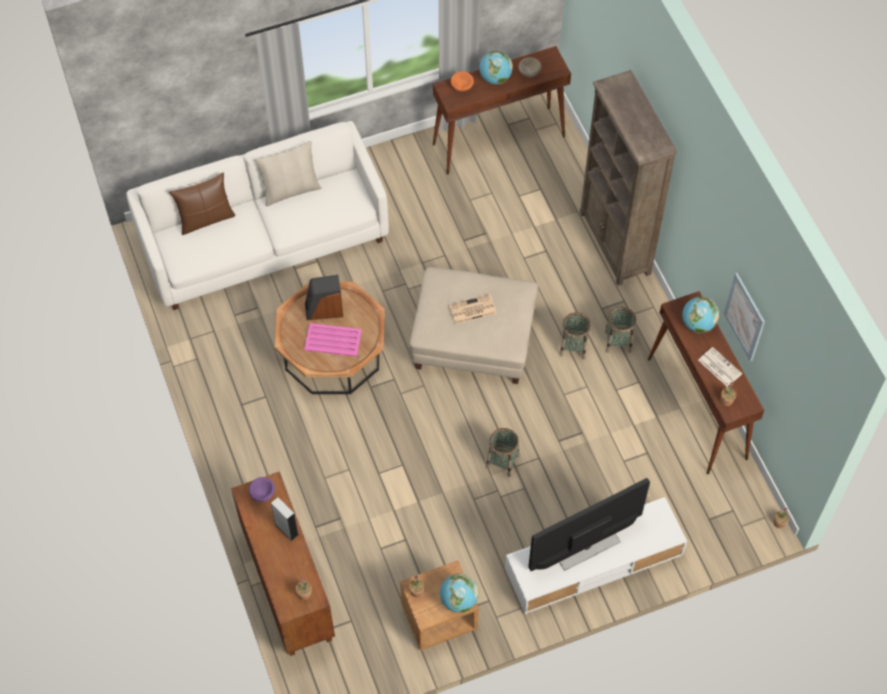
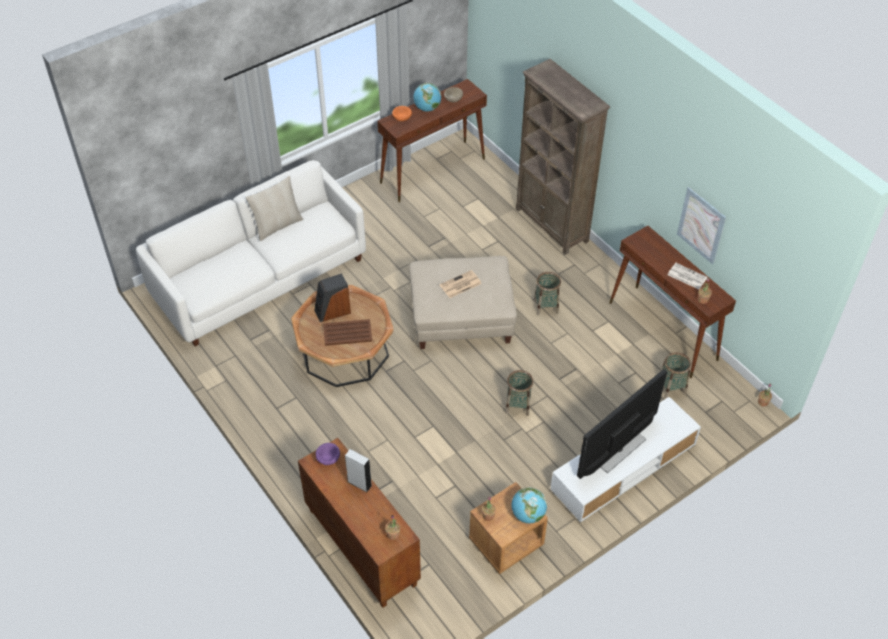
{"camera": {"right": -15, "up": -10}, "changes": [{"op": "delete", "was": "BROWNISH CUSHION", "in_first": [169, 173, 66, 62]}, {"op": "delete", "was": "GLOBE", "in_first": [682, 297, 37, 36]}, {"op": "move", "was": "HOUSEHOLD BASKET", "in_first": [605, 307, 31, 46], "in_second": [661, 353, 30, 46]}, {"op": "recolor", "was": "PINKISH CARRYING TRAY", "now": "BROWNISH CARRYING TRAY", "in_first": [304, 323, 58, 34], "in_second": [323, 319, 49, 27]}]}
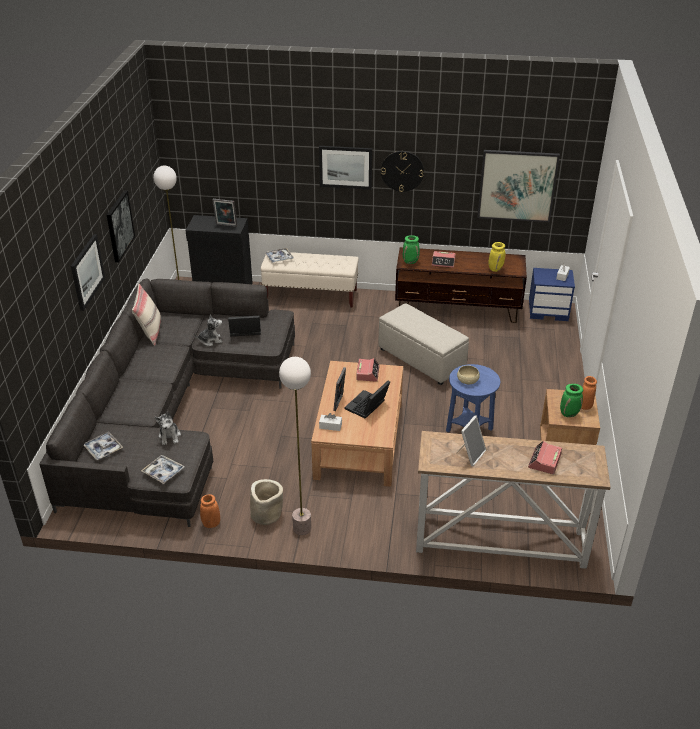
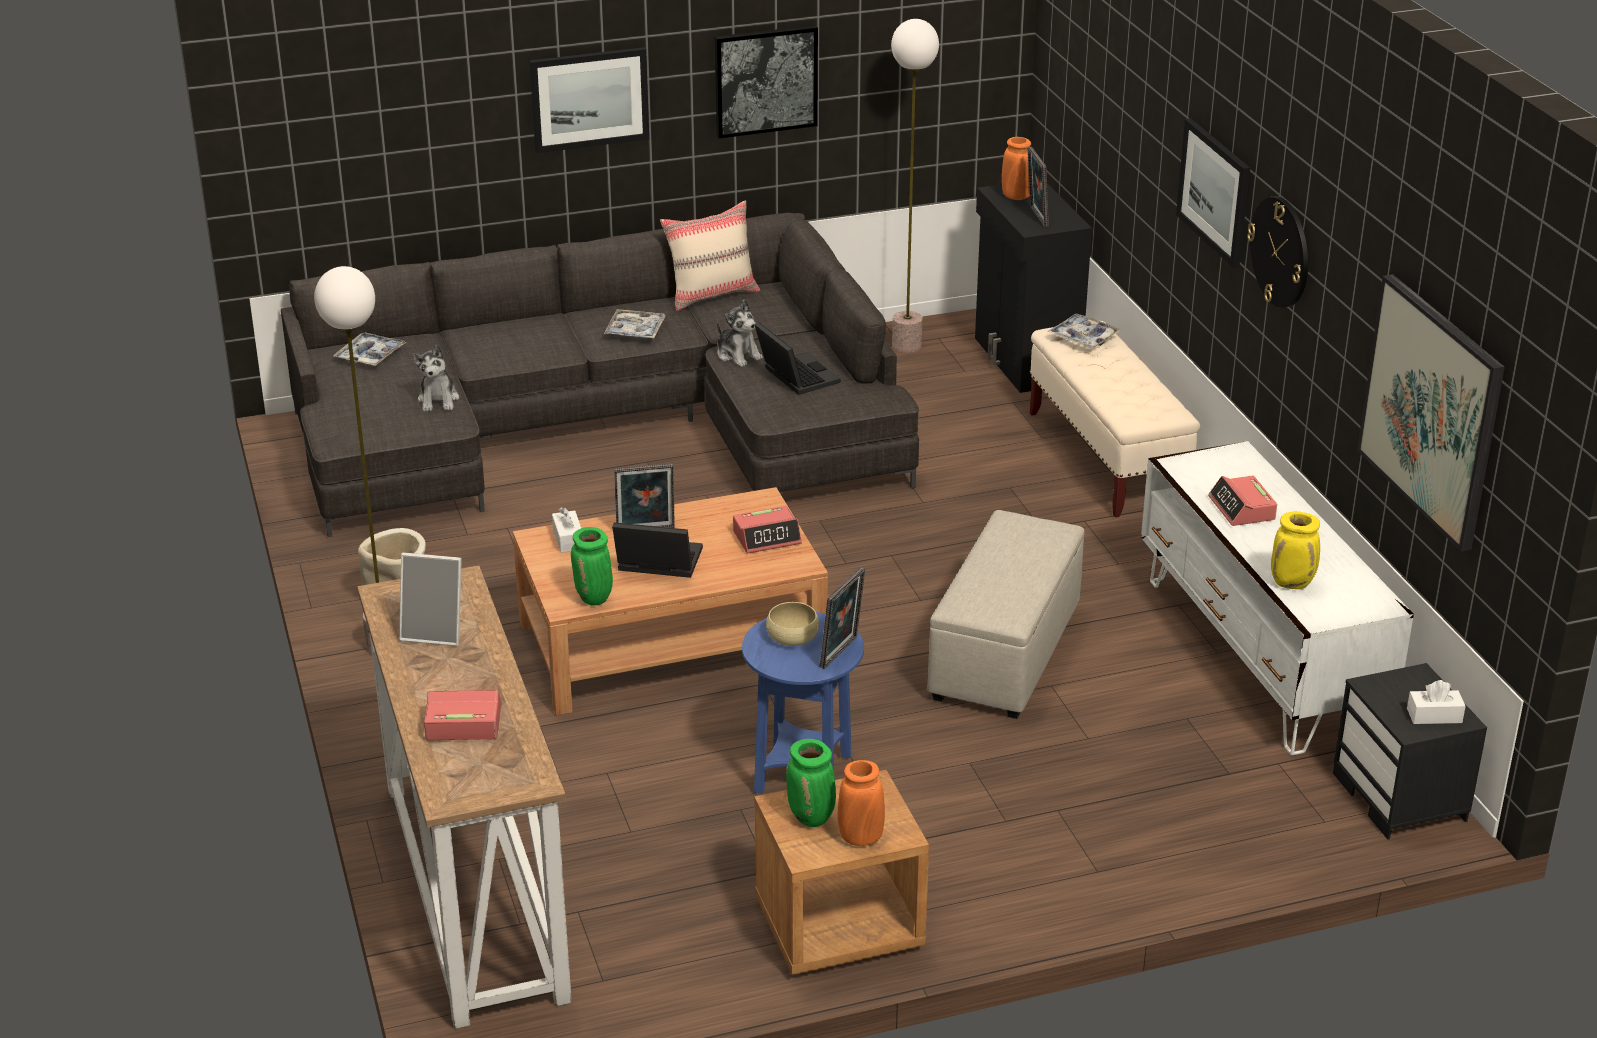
{"camera": {"right": 65, "up": -5}, "changes": [{"op": "insert", "now": "STANDING FRAME", "in_second": [820, 567, 45, 102]}, {"op": "move", "was": "CARRYING TRAY", "in_first": [141, 455, 44, 29], "in_second": [604, 309, 61, 29]}, {"op": "move", "was": "ORANGE DECORATIVE VASE", "in_first": [200, 494, 20, 34], "in_second": [1002, 137, 29, 63]}, {"op": "move", "was": "GREEN DECORATIVE VASE", "in_first": [403, 235, 17, 29], "in_second": [571, 527, 42, 79]}, {"op": "recolor", "was": "BROWNISH TV UNIT", "now": "WHITE TV UNIT", "in_first": [395, 247, 132, 76], "in_second": [1141, 441, 273, 314]}, {"op": "recolor", "was": "BLUISH NIGHTSTAND", "now": "BLACK-COLOURED NIGHTSTAND", "in_first": [529, 268, 46, 53], "in_second": [1333, 663, 154, 177]}, {"op": "rotate", "was": "PLUSH TOY", "in_first": [155, 412, 26, 33], "in_second": [412, 345, 47, 67], "clockwise": -60}]}
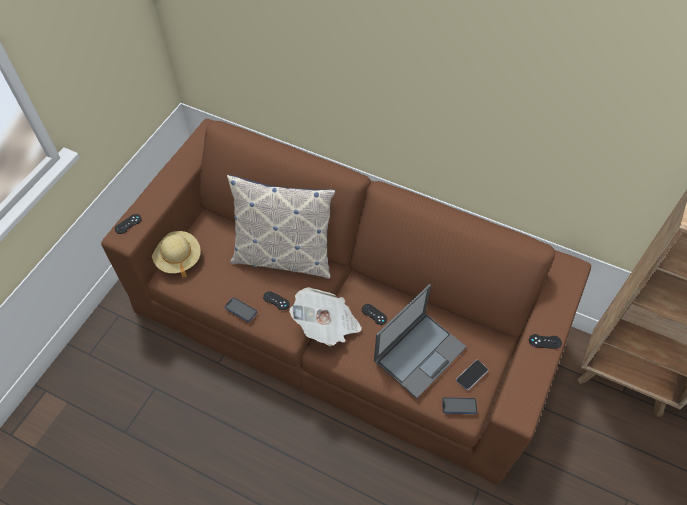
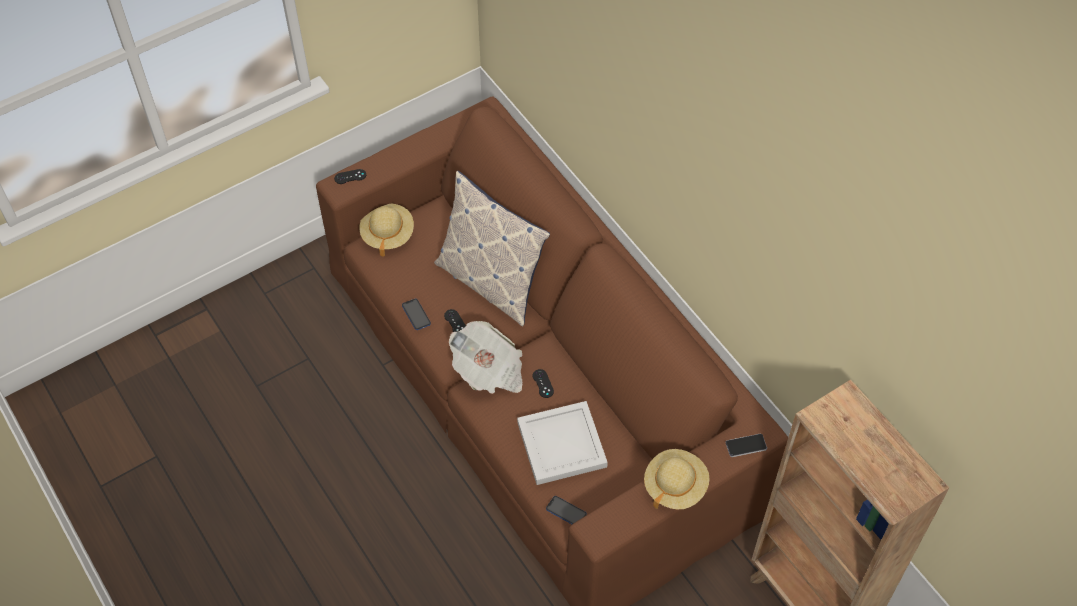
{"camera": {"right": 30, "up": 0}, "changes": [{"op": "move", "was": "PHONE", "in_first": [456, 360, 32, 30], "in_second": [725, 434, 42, 23]}, {"op": "replace", "was": "LAPTOP", "now": "WHITE CARRYING TRAY", "in_first": [374, 284, 93, 115], "in_second": [517, 401, 91, 84]}, {"op": "replace", "was": "BLACK-COLOURED GAME CONTROLLER", "now": "BEIGE WEARABLE HAT", "in_first": [529, 334, 33, 15], "in_second": [644, 449, 66, 60]}]}
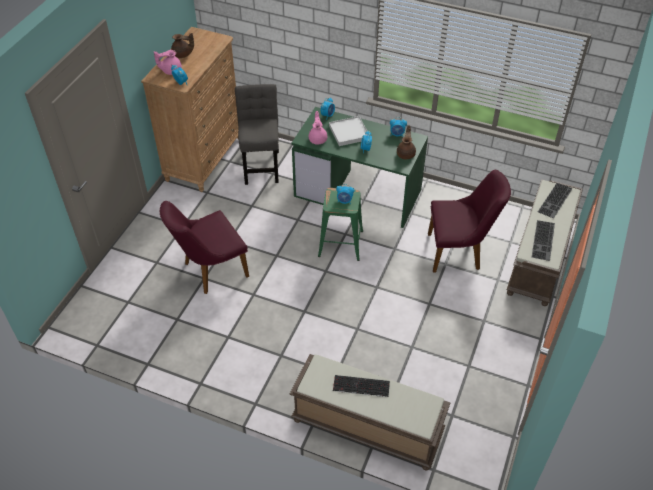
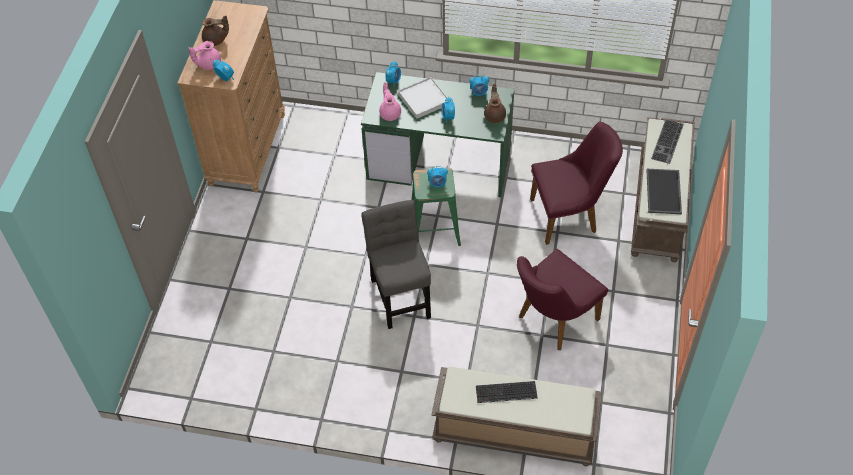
{"camera": {"right": -10, "up": 5}, "changes": [{"op": "move", "was": "PURPLE-COLOURED UPRIGHT CHAIR", "in_first": [160, 201, 89, 93], "in_second": [517, 249, 91, 101]}, {"op": "move", "was": "GREY UPRIGHT CHAIR", "in_first": [235, 84, 44, 101], "in_second": [361, 200, 70, 129]}, {"op": "replace", "was": "KEYBOARD", "now": "CARRYING TRAY", "in_first": [532, 220, 23, 41], "in_second": [647, 169, 35, 45]}]}
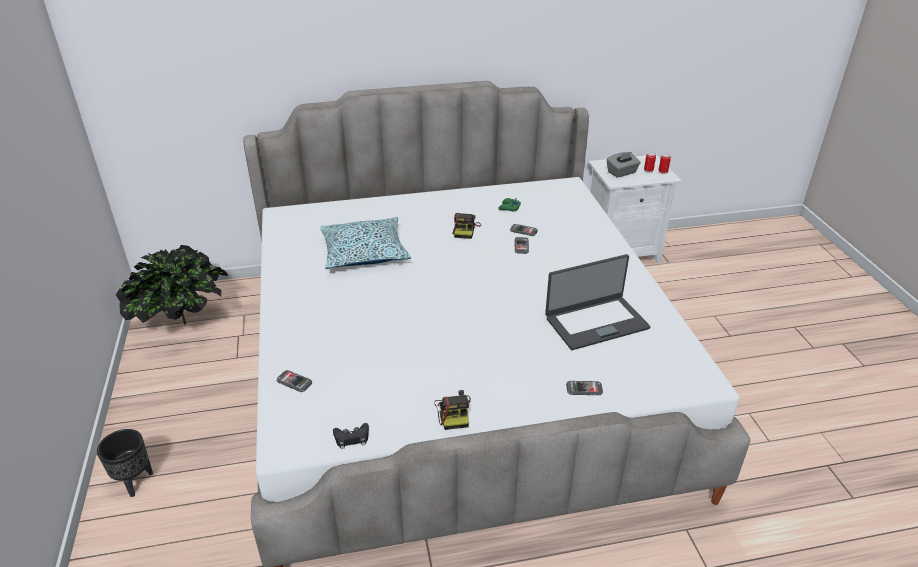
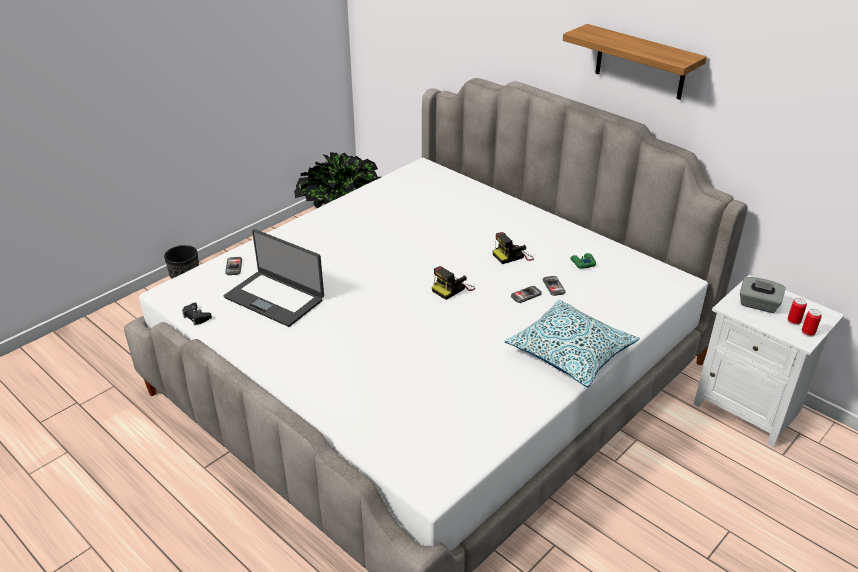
{"camera": {"right": 55, "up": 0}, "changes": [{"op": "delete", "was": "PHONE", "in_first": [566, 381, 37, 14]}, {"op": "insert", "now": "BRACKET SHELF", "in_second": [563, 24, 144, 76]}, {"op": "move", "was": "CUSHION", "in_first": [320, 217, 91, 52], "in_second": [505, 300, 135, 88]}, {"op": "move", "was": "STILL CAMERA", "in_first": [434, 390, 37, 40], "in_second": [432, 266, 43, 34]}, {"op": "move", "was": "LAPTOP", "in_first": [545, 254, 105, 96], "in_second": [224, 229, 100, 98]}]}
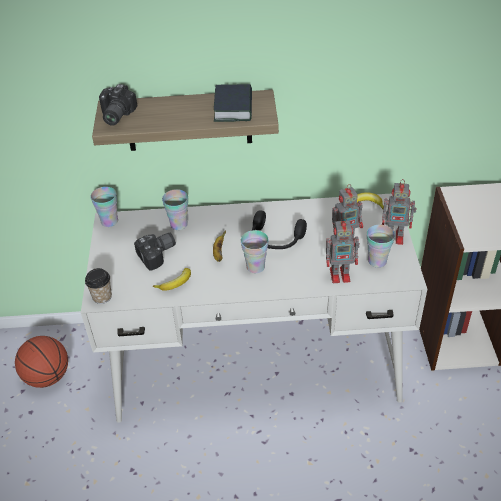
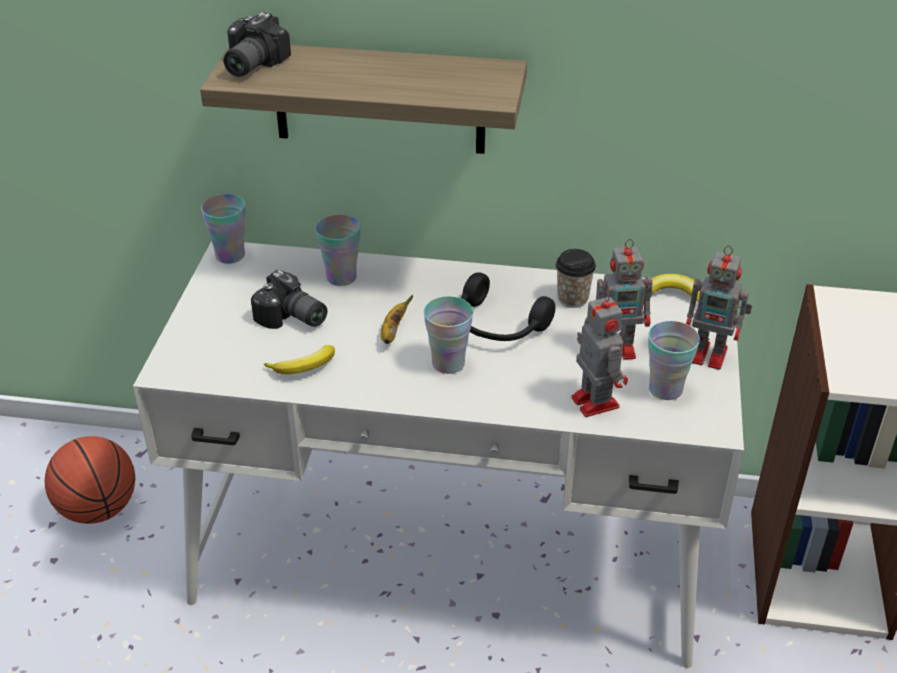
{"camera": {"right": 10, "up": -5}, "changes": [{"op": "delete", "was": "BOUND BOOK", "in_first": [214, 84, 38, 38]}, {"op": "move", "was": "CUP", "in_first": [85, 268, 27, 36], "in_second": [556, 249, 40, 59]}, {"op": "rotate", "was": "STILL CAMERA", "in_first": [134, 233, 42, 38], "in_second": [251, 270, 76, 59], "clockwise": 60}, {"op": "rotate", "was": "MODEL ROBOT", "in_first": [326, 217, 34, 66], "in_second": [572, 291, 56, 126], "clockwise": -120}]}
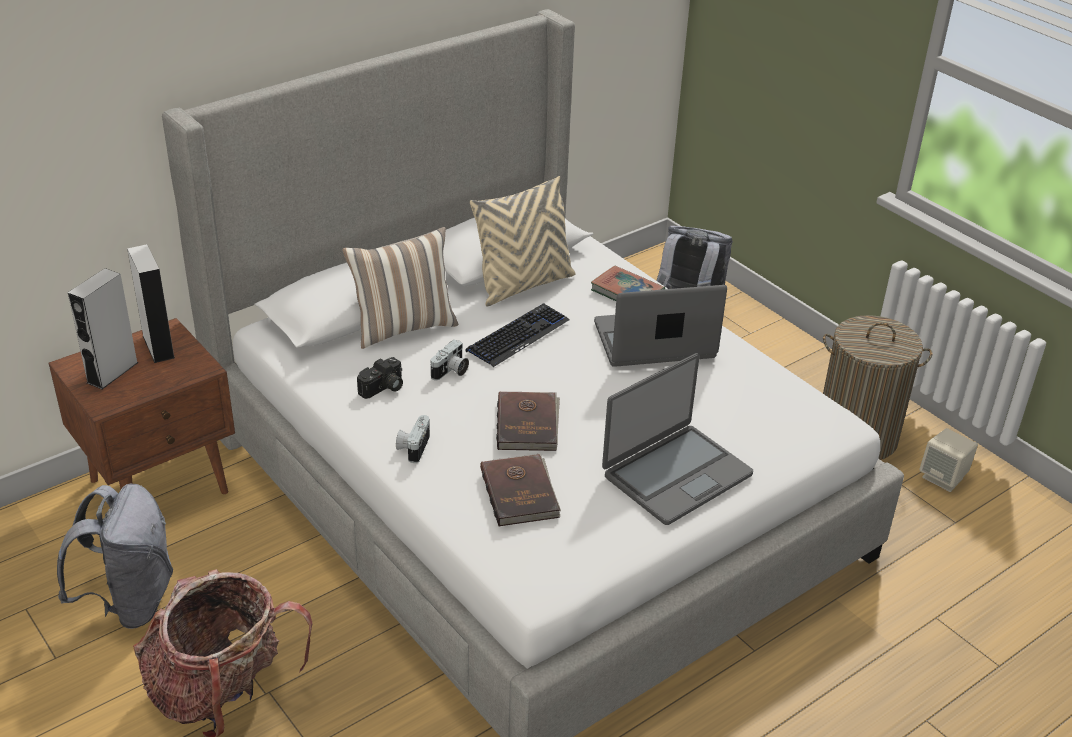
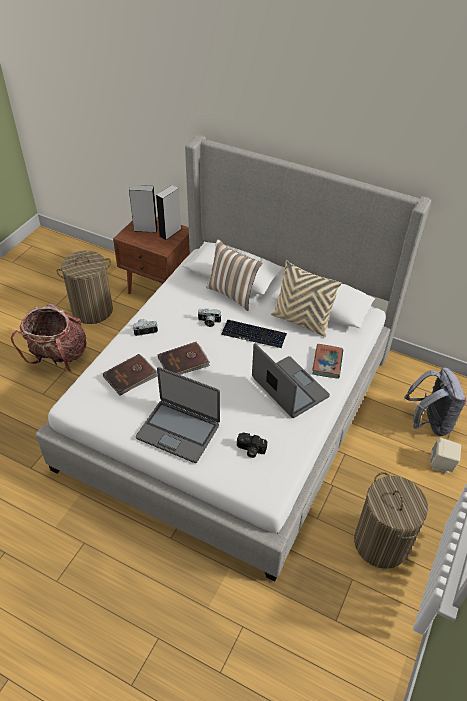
{"camera": {"right": 65, "up": 10}, "changes": [{"op": "move", "was": "STILL CAMERA", "in_first": [357, 357, 46, 42], "in_second": [237, 432, 30, 26]}, {"op": "move", "was": "BEIGE SPEAKER", "in_first": [919, 428, 59, 64], "in_second": [430, 437, 31, 36]}, {"op": "replace", "was": "GREY RUCKSACK", "now": "LAUNDRY BASKET", "in_first": [57, 484, 116, 145], "in_second": [56, 251, 57, 73]}]}
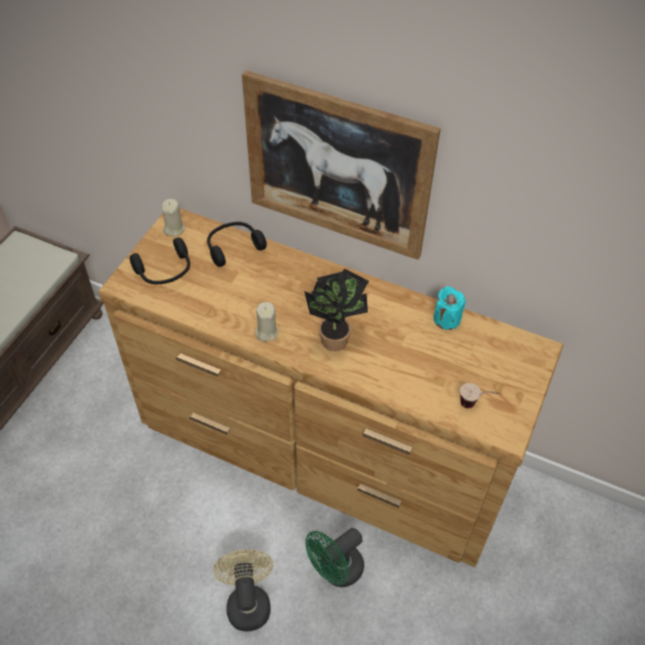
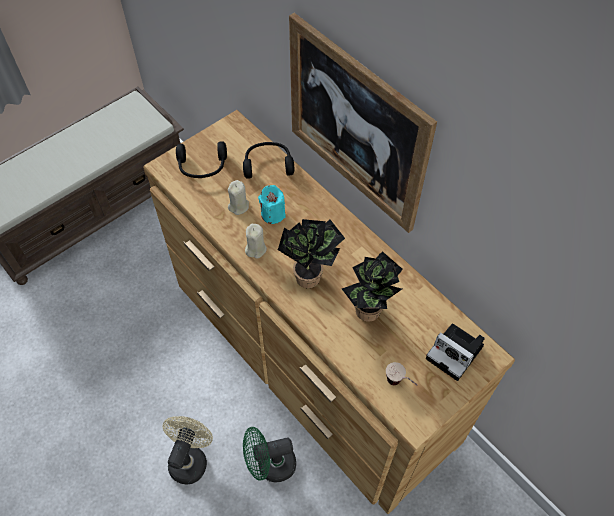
{"camera": {"right": 25, "up": 5}, "changes": [{"op": "insert", "now": "POTTED PLANT", "in_second": [342, 251, 61, 71]}, {"op": "insert", "now": "STILL CAMERA", "in_second": [426, 324, 59, 57]}, {"op": "move", "was": "BEIGE CANDLE", "in_first": [162, 199, 23, 37], "in_second": [228, 180, 21, 35]}, {"op": "move", "was": "TURQUOISE CANDLE", "in_first": [433, 286, 33, 44], "in_second": [258, 185, 28, 39]}]}
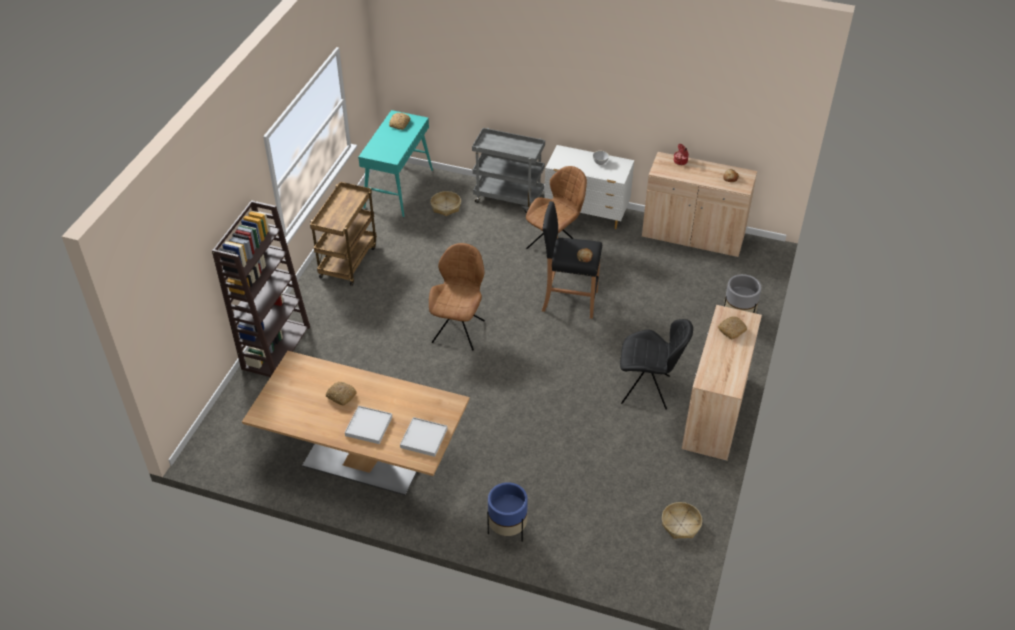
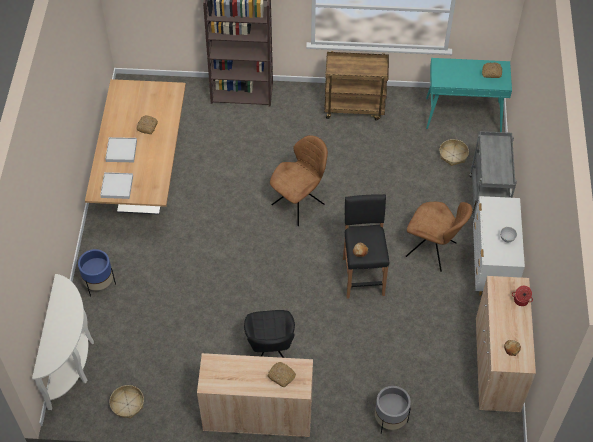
{"camera": {"right": 75, "up": 10}, "changes": [{"op": "insert", "now": "WHITE CONSOLE TABLE", "in_second": [32, 274, 62, 136]}, {"op": "rotate", "was": "BROWNISH UPRIGHT CHAIR", "in_first": [429, 243, 56, 108], "in_second": [270, 135, 58, 91], "clockwise": -45}]}
